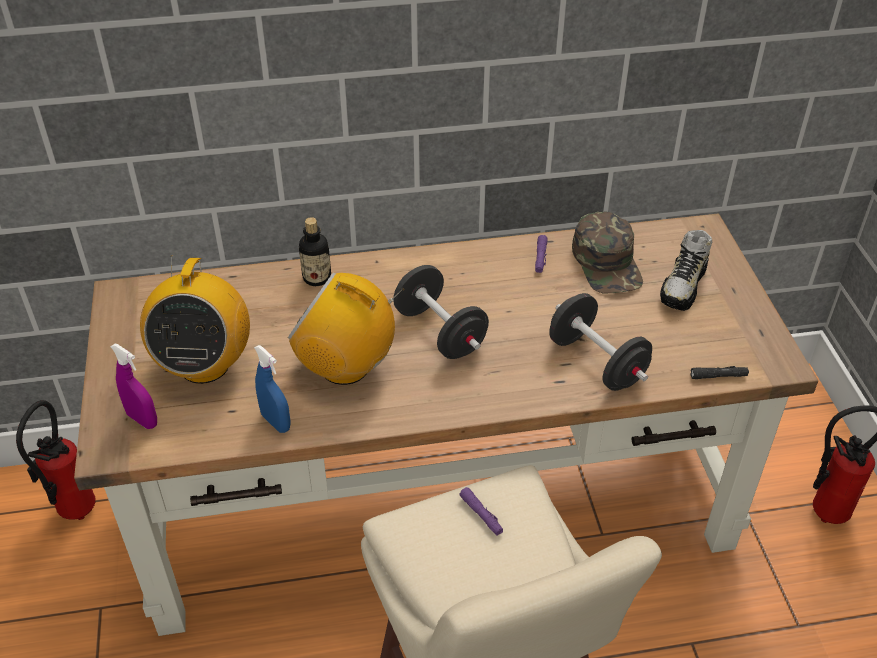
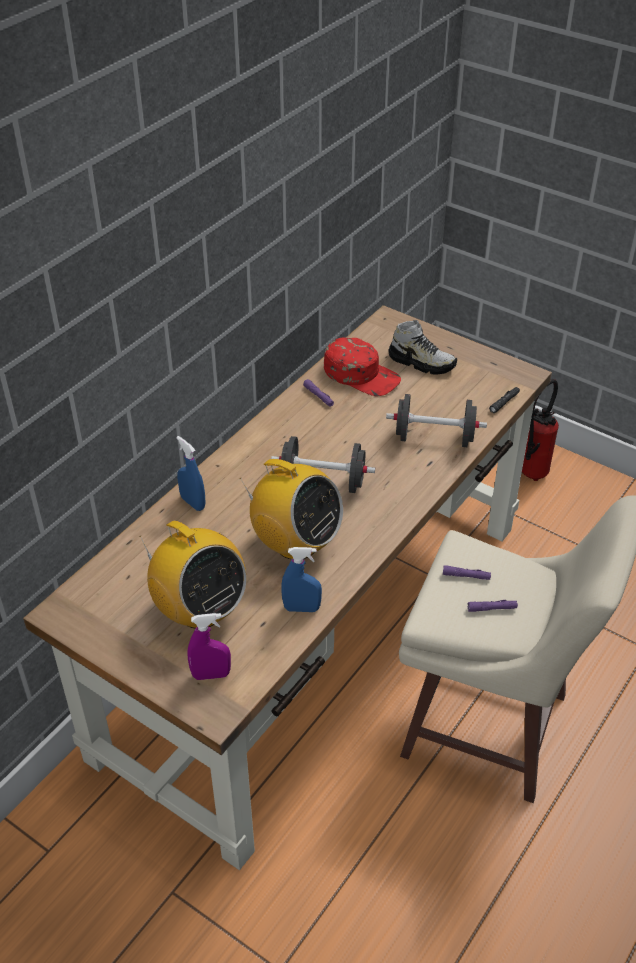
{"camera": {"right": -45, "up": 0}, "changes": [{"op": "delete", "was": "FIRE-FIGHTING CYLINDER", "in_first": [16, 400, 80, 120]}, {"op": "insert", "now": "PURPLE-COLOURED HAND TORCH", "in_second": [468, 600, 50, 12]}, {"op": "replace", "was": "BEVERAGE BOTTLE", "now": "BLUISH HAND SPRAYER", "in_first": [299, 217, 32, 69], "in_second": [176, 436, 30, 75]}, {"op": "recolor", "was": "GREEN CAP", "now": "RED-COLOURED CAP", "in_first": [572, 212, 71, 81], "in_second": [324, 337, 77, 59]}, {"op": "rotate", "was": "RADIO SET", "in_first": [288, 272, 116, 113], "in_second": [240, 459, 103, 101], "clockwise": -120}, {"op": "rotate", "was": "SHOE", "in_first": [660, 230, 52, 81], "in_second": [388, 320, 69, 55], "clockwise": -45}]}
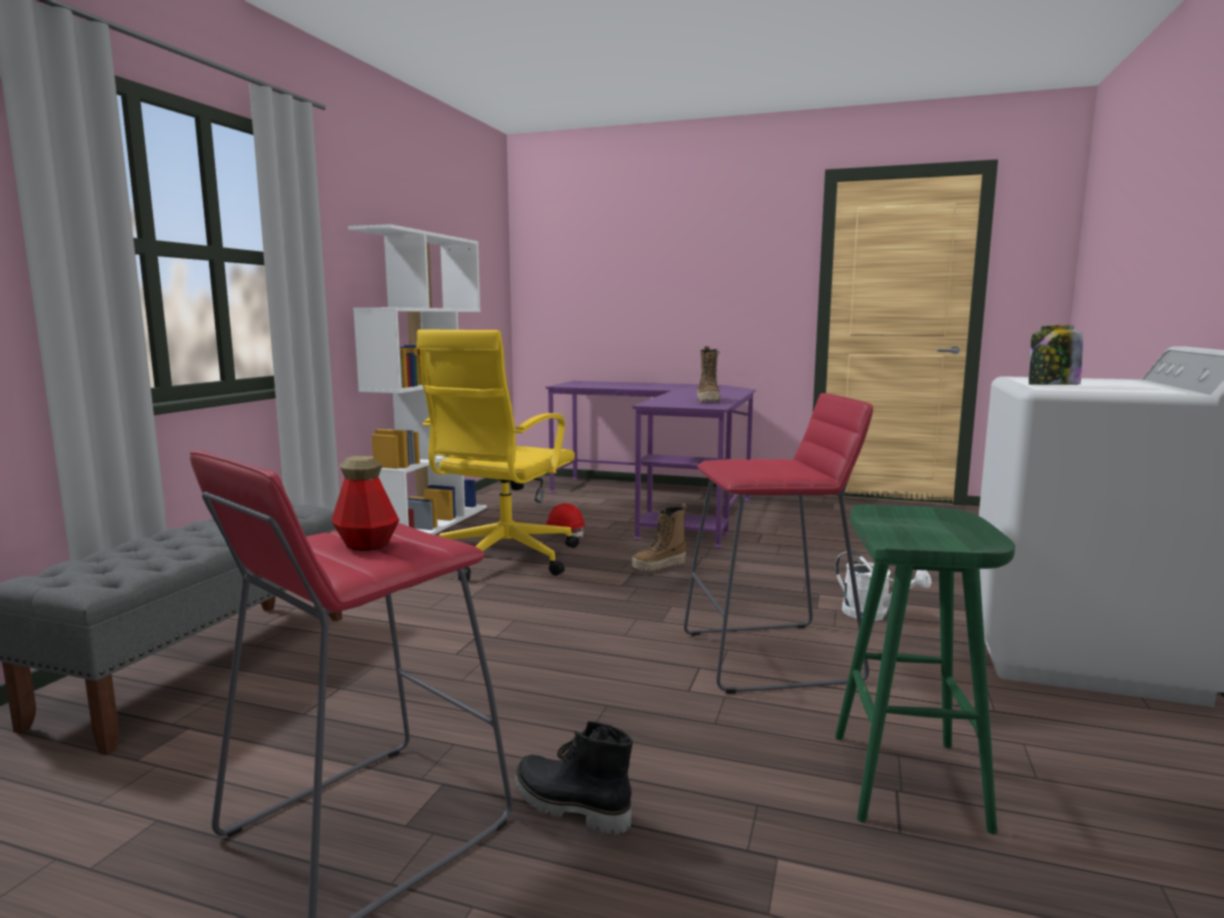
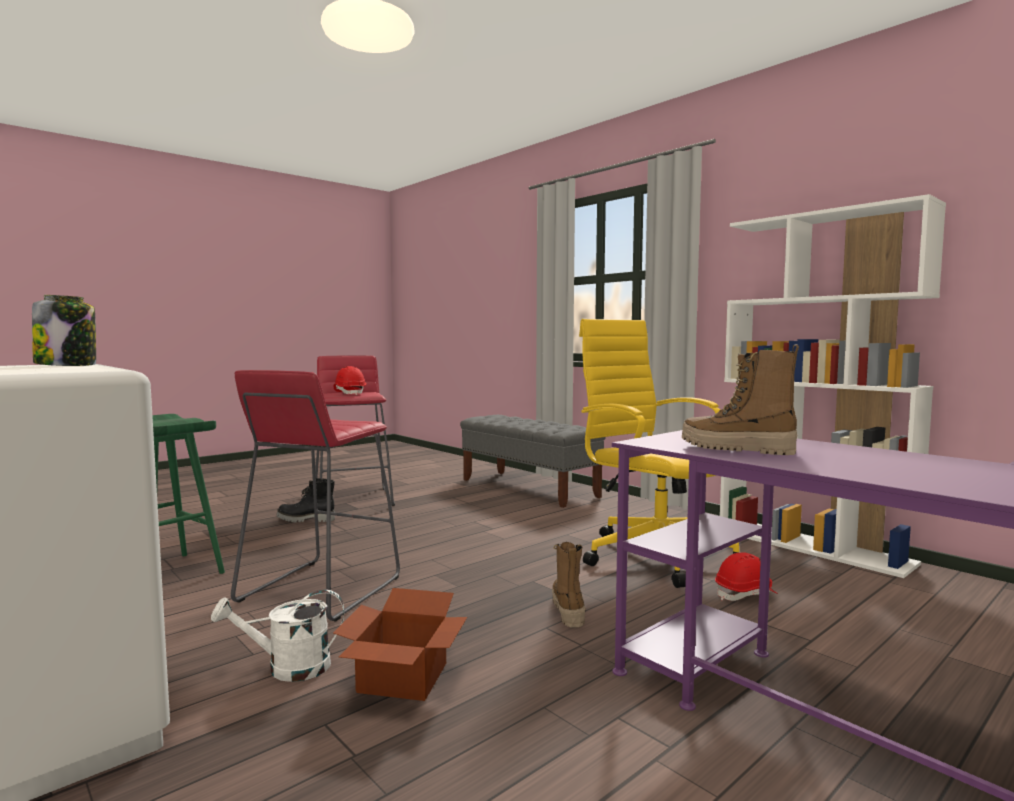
{"camera": {"right": 120, "up": -5}, "changes": [{"op": "insert", "now": "PACKING BOX", "in_second": [333, 588, 134, 113]}, {"op": "replace", "was": "BEVERAGE BOTTLE", "now": "RED-COLOURED HARD HAT", "in_first": [331, 456, 68, 95], "in_second": [334, 366, 32, 29]}, {"op": "rotate", "was": "BLACK-COLOURED HIGH-TOP BOOT", "in_first": [515, 721, 118, 113], "in_second": [276, 478, 59, 44], "clockwise": -150}]}
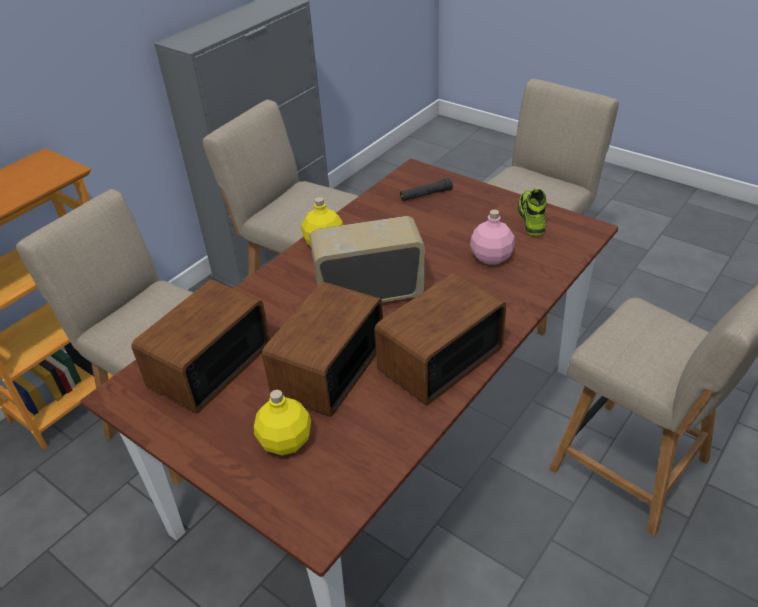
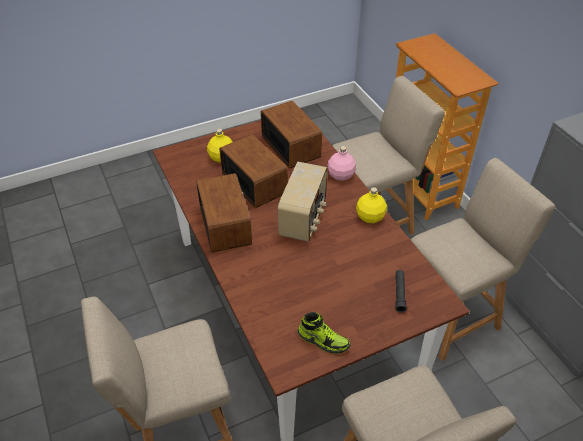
{"camera": {"right": 115, "up": 5}, "changes": [{"op": "move", "was": "PINKISH BEVERAGE BOTTLE", "in_first": [470, 210, 45, 55], "in_second": [327, 146, 29, 35]}]}
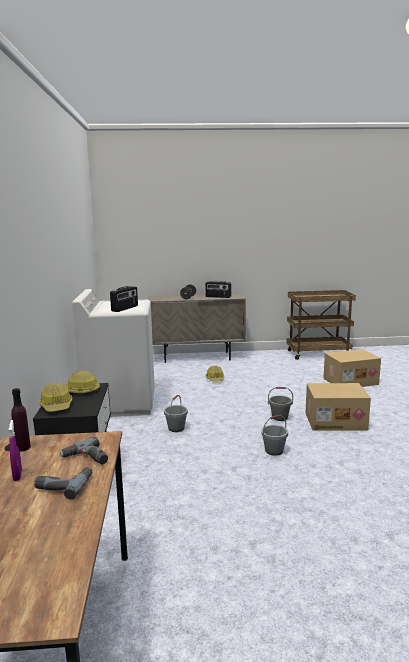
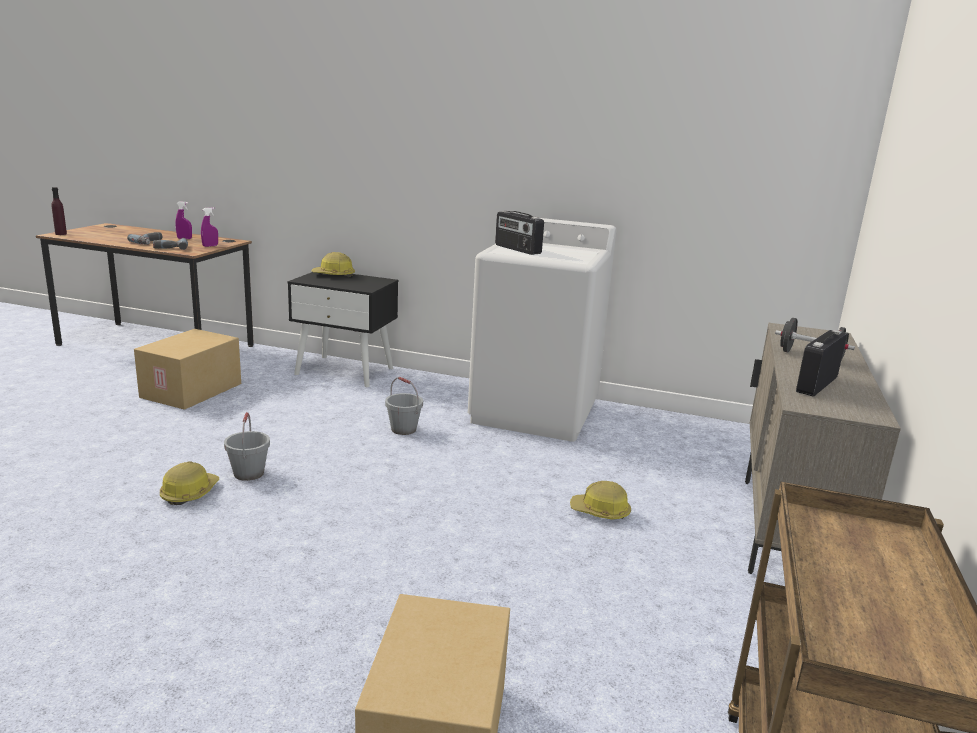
{"camera": {"right": 110, "up": 5}, "changes": [{"op": "delete", "was": "GREY BUCKET", "in_first": [268, 387, 25, 34]}, {"op": "insert", "now": "PURPLE-COLOURED HAND SPRAYER", "in_second": [201, 207, 17, 40]}, {"op": "move", "was": "PURPLE-COLOURED BEVERAGE BOTTLE", "in_first": [11, 388, 20, 64], "in_second": [52, 187, 15, 48]}, {"op": "move", "was": "HARD HAT", "in_first": [65, 371, 35, 22], "in_second": [160, 461, 59, 44]}, {"op": "move", "was": "PACKING BOX", "in_first": [306, 383, 65, 48], "in_second": [134, 329, 107, 81]}]}
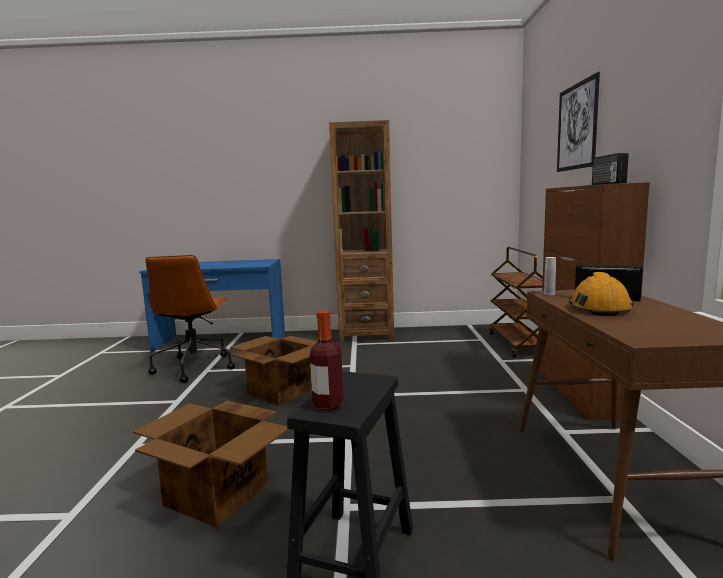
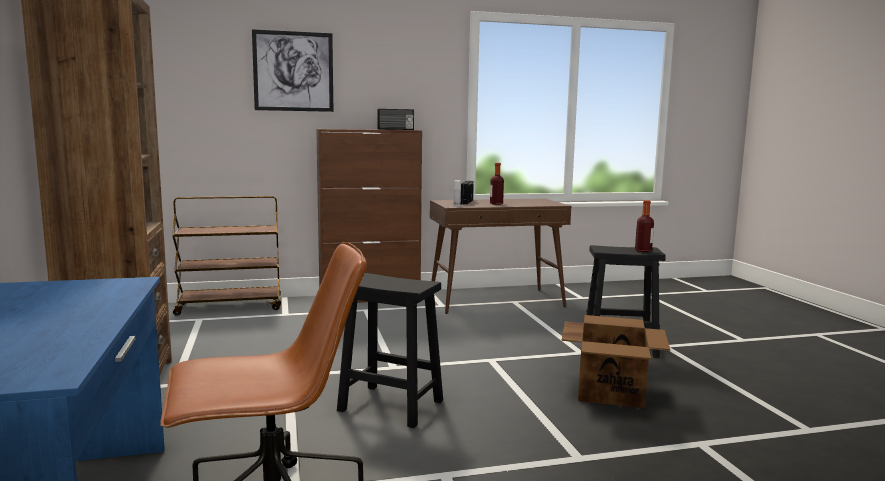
{"camera": {"right": -105, "up": 0}, "changes": [{"op": "replace", "was": "PACKING BOX", "now": "BLACK-COLOURED SITTING STOOL", "in_first": [231, 336, 87, 70], "in_second": [337, 273, 106, 155]}, {"op": "replace", "was": "ORANGE HARD HAT", "now": "BEVERAGE BOTTLE", "in_first": [569, 272, 64, 44], "in_second": [490, 163, 14, 42]}]}
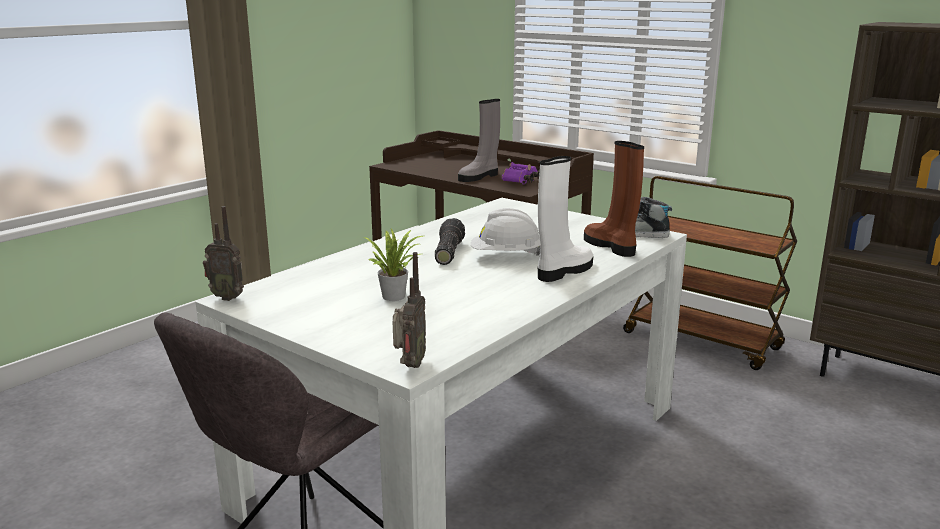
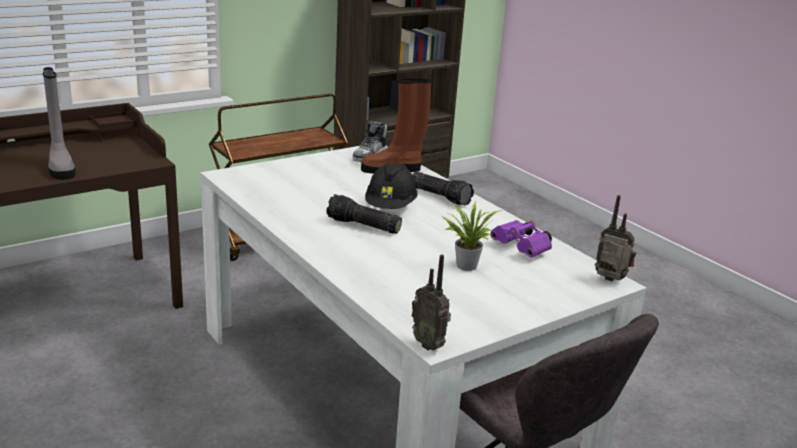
{"camera": {"right": -75, "up": 5}, "changes": [{"op": "move", "was": "PURPLE-COLOURED PAIR OF BINOCULARS", "in_first": [502, 162, 38, 23], "in_second": [490, 220, 62, 38]}, {"op": "replace", "was": "WHITE HIGH-TOP BOOT", "now": "HAND TORCH", "in_first": [538, 156, 55, 126], "in_second": [412, 172, 62, 33]}, {"op": "recolor", "was": "WHITE HARD HAT", "now": "BLACK-COLOURED HARD HAT", "in_first": [471, 208, 70, 48], "in_second": [365, 162, 53, 47]}, {"op": "rotate", "was": "RADIO SET", "in_first": [203, 206, 41, 95], "in_second": [412, 255, 39, 96], "clockwise": 105}]}
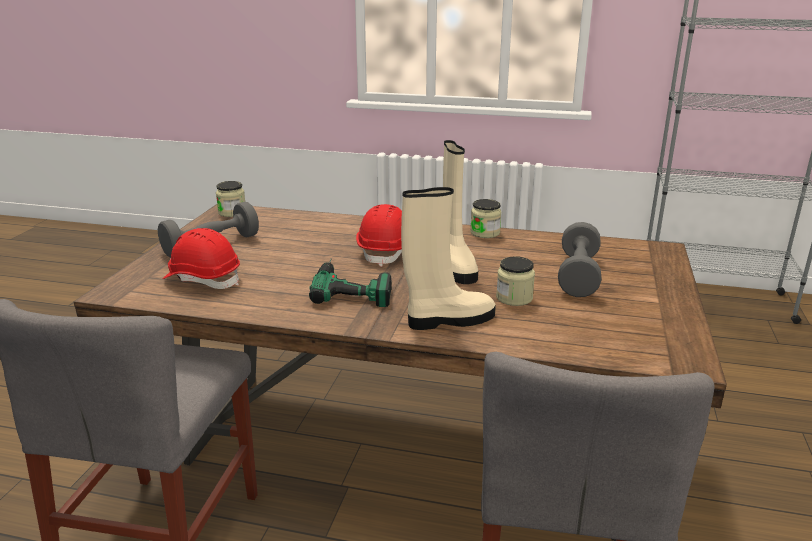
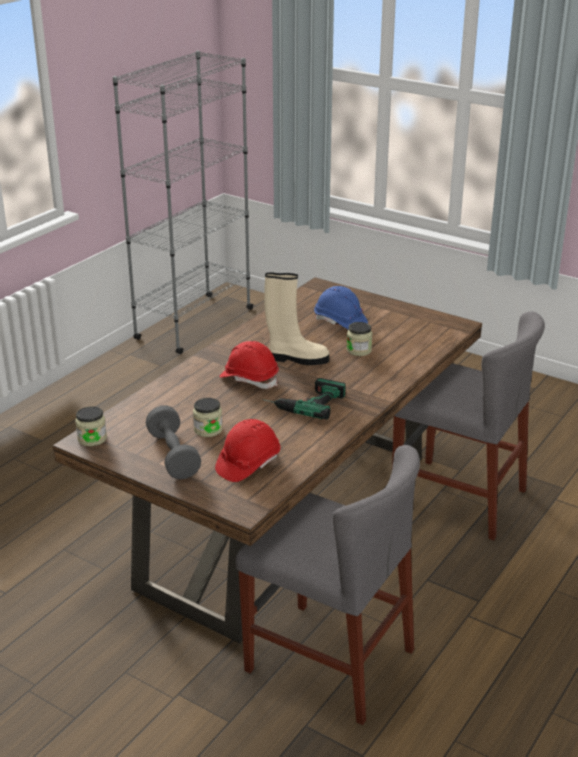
{"camera": {"right": -70, "up": 5}, "changes": [{"op": "delete", "was": "BEIGE HIGH-TOP BOOT", "in_first": [401, 187, 95, 143]}, {"op": "move", "was": "JAR", "in_first": [470, 199, 31, 39], "in_second": [193, 398, 30, 39]}, {"op": "replace", "was": "GREY DUMBBELL", "now": "BLUISH HARD HAT", "in_first": [558, 222, 43, 75], "in_second": [314, 286, 54, 44]}]}
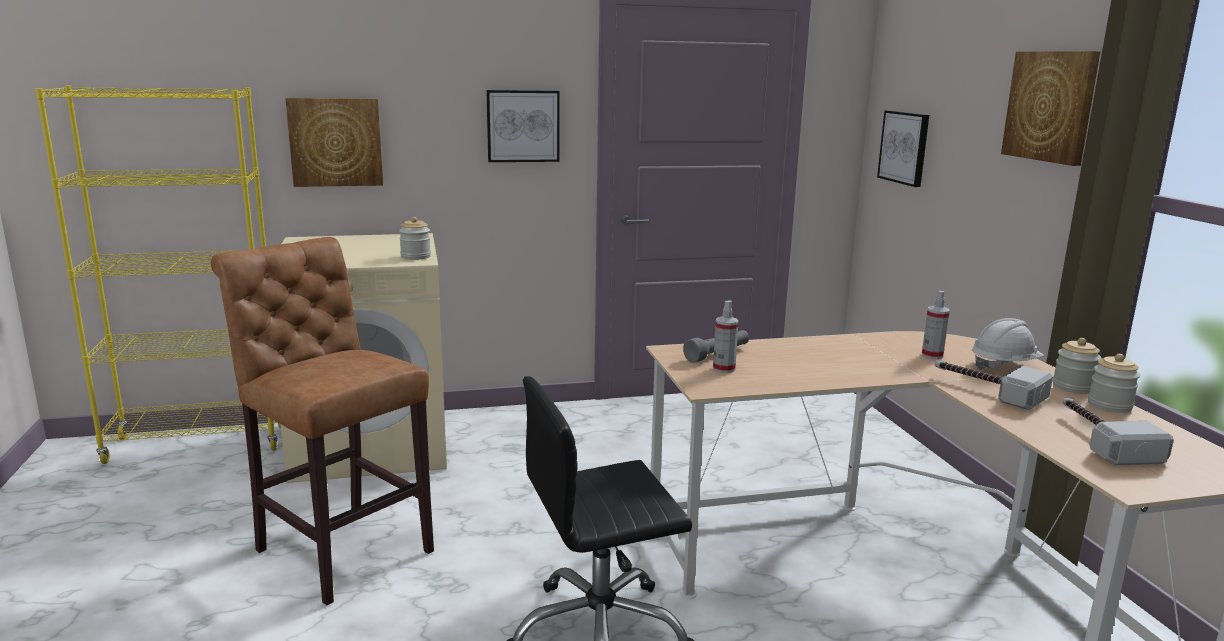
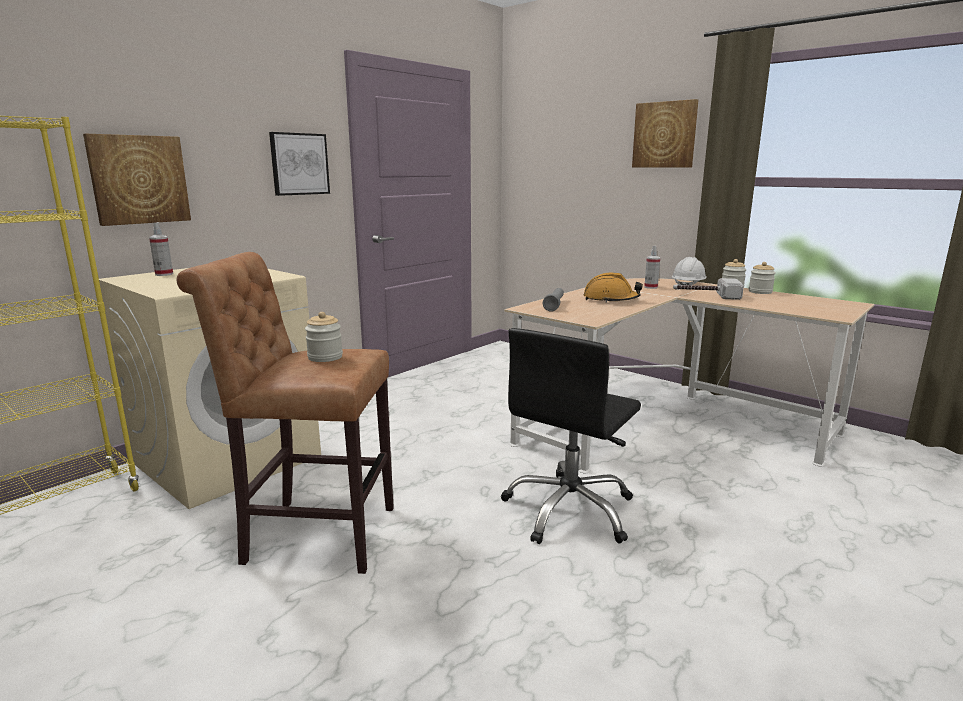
{"camera": {"right": -35, "up": 0}, "changes": [{"op": "delete", "was": "WALL ART", "in_first": [877, 110, 52, 77]}, {"op": "delete", "was": "TOOL HAMMER", "in_first": [1063, 398, 111, 67]}, {"op": "insert", "now": "ORANGE HARD HAT", "in_second": [584, 273, 59, 30]}, {"op": "move", "was": "JAR", "in_first": [399, 217, 32, 43], "in_second": [305, 312, 38, 50]}, {"op": "move", "was": "HAND SPRAYER", "in_first": [713, 300, 26, 73], "in_second": [149, 222, 24, 54]}]}
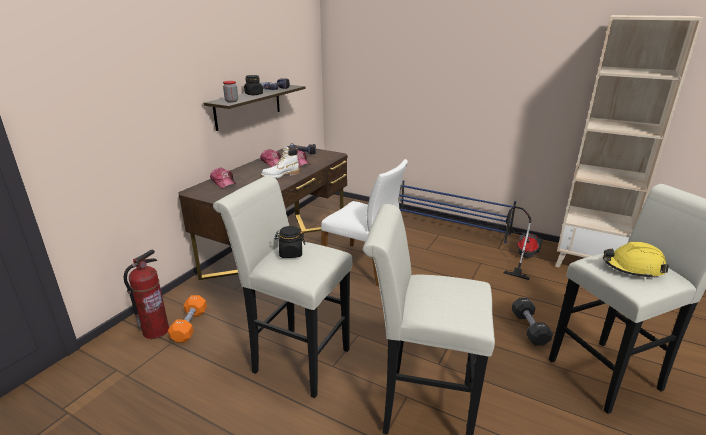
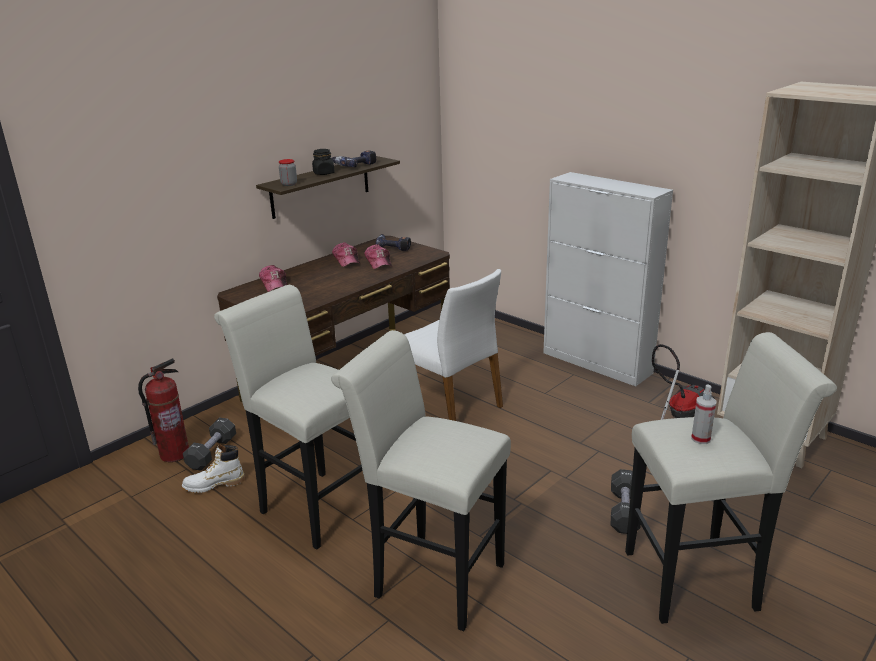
{"camera": {"right": 15, "up": 0}, "changes": [{"op": "delete", "was": "BLACK-COLOURED JAR", "in_first": [274, 226, 31, 32]}, {"op": "move", "was": "WHITE HIGH-TOP BOOT", "in_first": [261, 145, 39, 33], "in_second": [182, 444, 63, 49]}, {"op": "replace", "was": "BLUISH SHOE RACK", "now": "WHITE CUPBOARD", "in_first": [399, 180, 117, 63], "in_second": [543, 172, 130, 214]}, {"op": "replace", "was": "YELLOW HARD HAT", "now": "HAND SPRAYER", "in_first": [603, 242, 66, 37], "in_second": [691, 385, 25, 59]}, {"op": "recolor", "was": "ORANGE DUMBBELL", "now": "BLACK-COLOURED DUMBBELL", "in_first": [168, 295, 39, 48], "in_second": [183, 417, 53, 54]}]}
